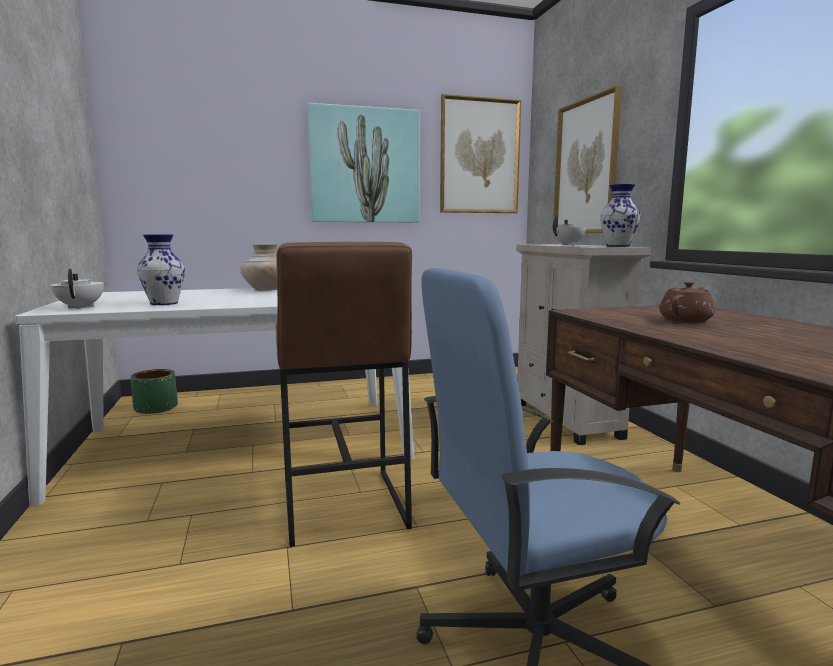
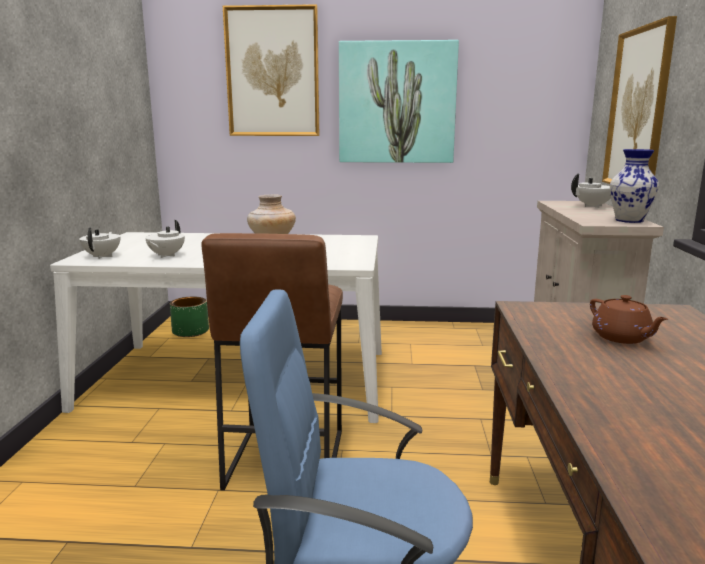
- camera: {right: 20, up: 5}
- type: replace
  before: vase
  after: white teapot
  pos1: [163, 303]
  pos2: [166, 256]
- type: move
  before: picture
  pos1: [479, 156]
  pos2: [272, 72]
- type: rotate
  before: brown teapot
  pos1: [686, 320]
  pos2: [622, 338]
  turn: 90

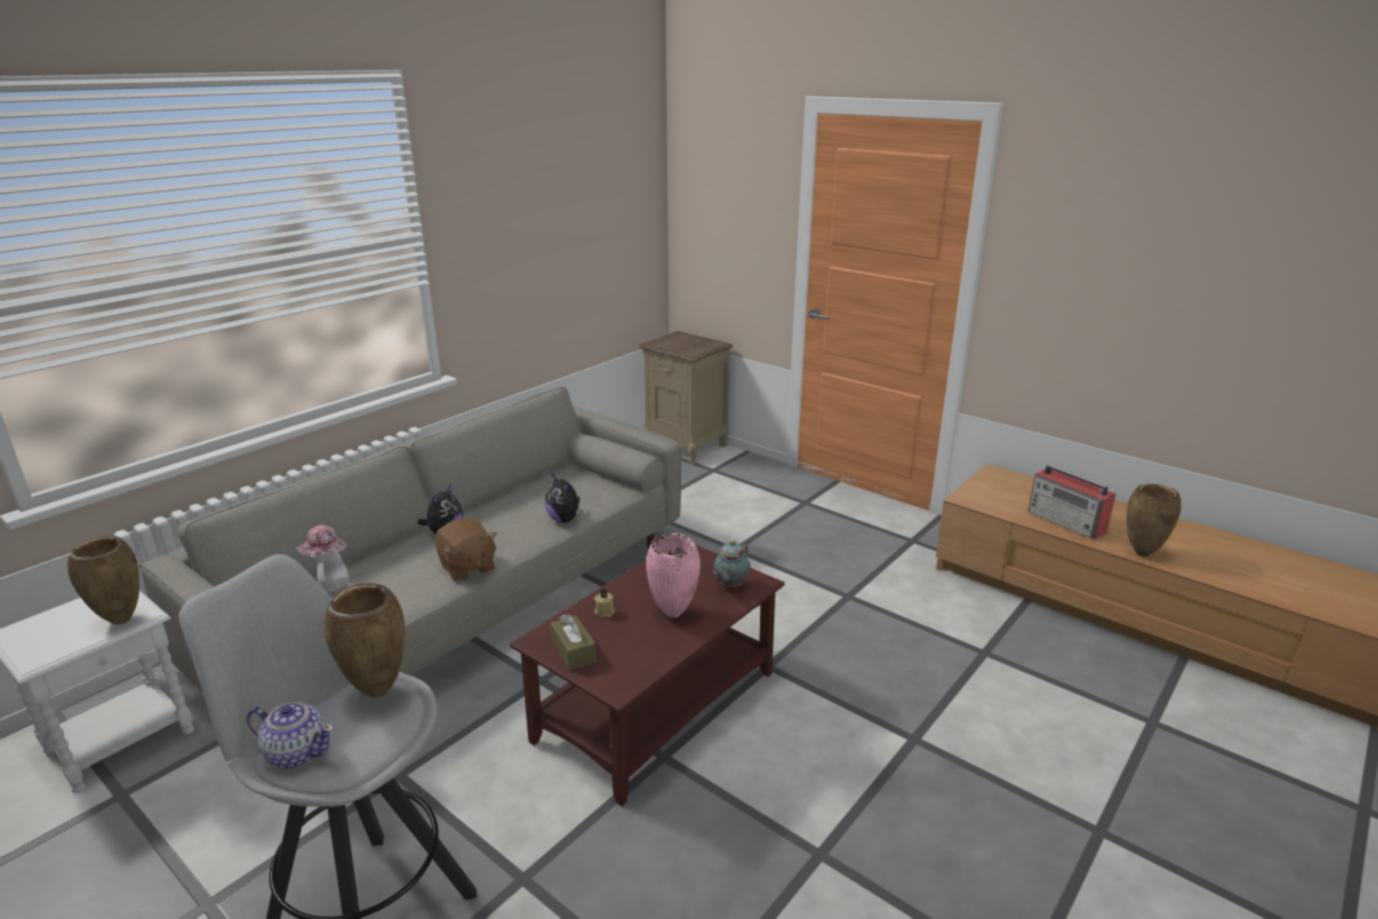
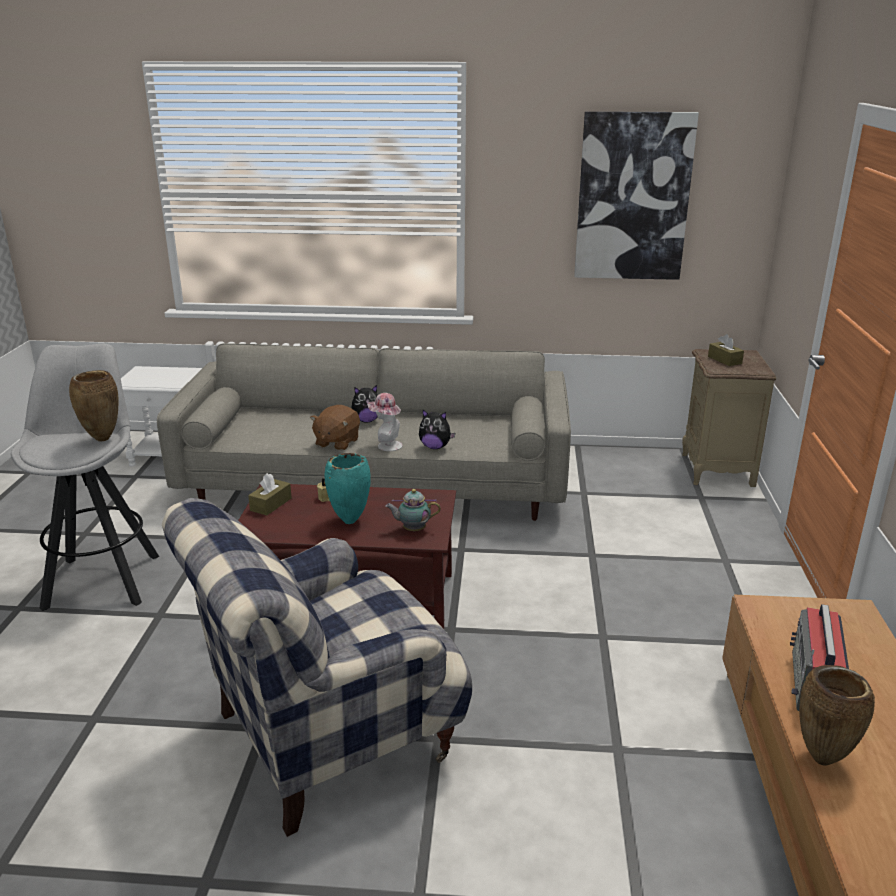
- camera: {right: 55, up: 0}
- type: delete
  before: brown vase
  pos1: [120, 621]
- type: delete
  before: teapot
  pos1: [297, 752]
- type: move
  before: hat
  pos1: [333, 593]
  pos2: [386, 445]
- type: rotate
  before: plush toy
  pos1: [565, 519]
  pos2: [435, 447]
  turn: -90
- type: recolor
  before: pink vase
  after: turquoise vase
  pos1: [674, 614]
  pos2: [350, 522]
- type: insert
  after: armchair
  pos2: [329, 737]
- type: insert
  after: picture
  pos2: [633, 197]
- type: insert
  after: brown tissue box
  pos2: [724, 360]

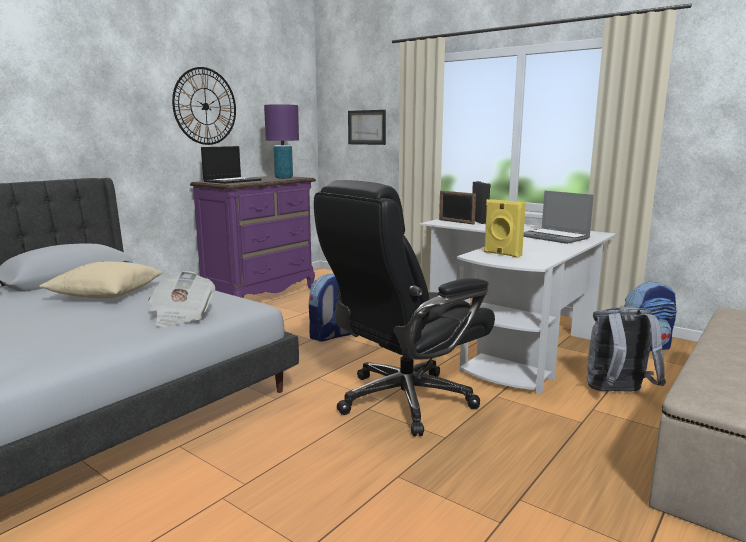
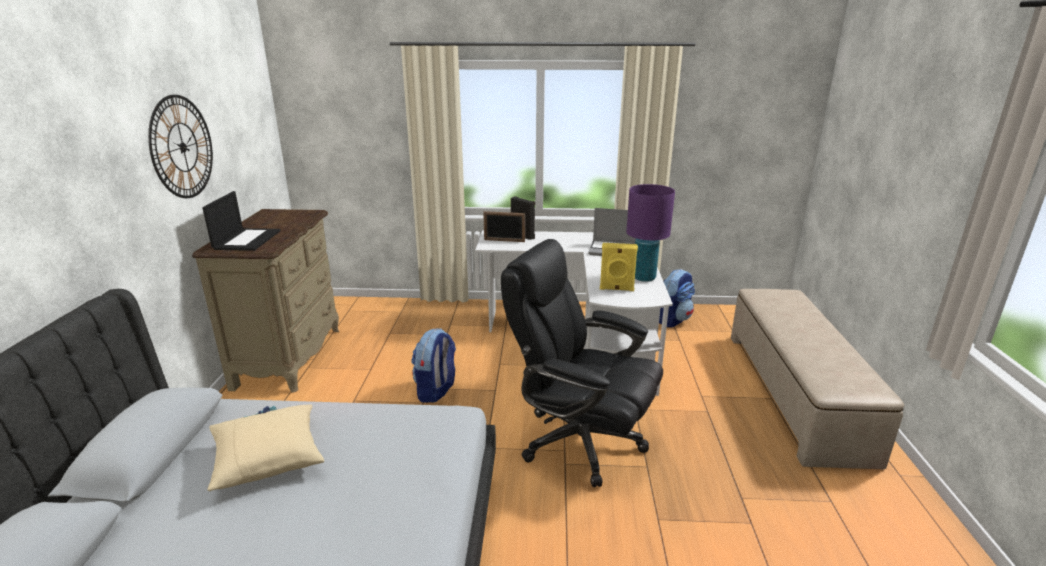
- camera: {right: -35, up: 10}
- type: delete
  before: newspaper
  pos1: [181, 316]
- type: recolor
  before: purple dresser
  after: beige dresser
  pos1: [262, 295]
  pos2: [291, 357]
- type: move
  before: purple table lamp
  pos1: [283, 178]
  pos2: [643, 278]
- type: rotate
  before: black office chair
  pos1: [405, 400]
  pos2: [581, 442]
  turn: 105
- type: delete
  before: picture
  pos1: [367, 127]
- type: delete
  before: grey backpack
  pos1: [617, 393]

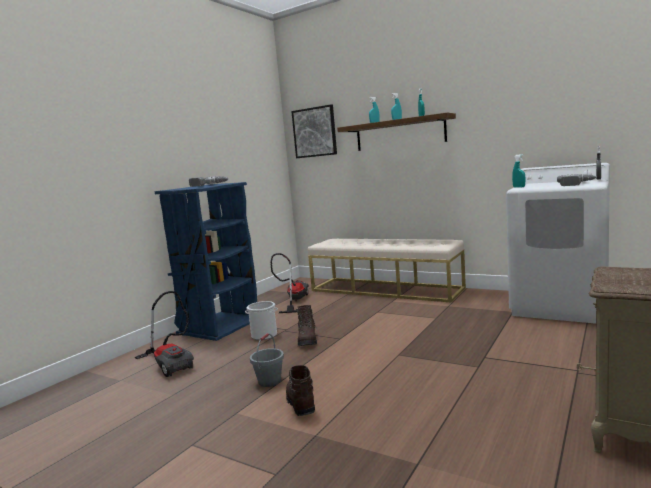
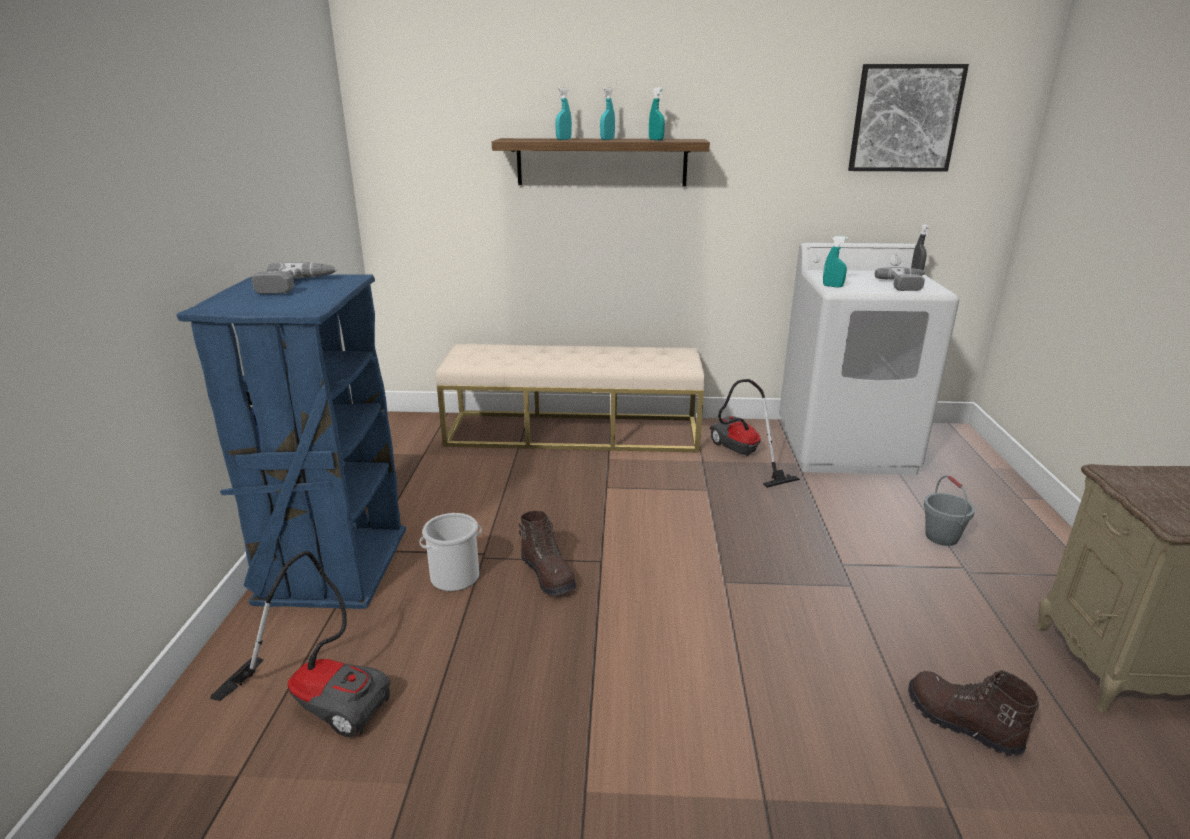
- camera: {right: -30, up: 15}
- type: move
  before: grey bucket
  pos1: [269, 381]
  pos2: [941, 537]
- type: move
  before: vacuum cleaner
  pos1: [293, 301]
  pos2: [741, 455]
- type: move
  before: brown boot
  pos1: [300, 403]
  pos2: [961, 723]
- type: move
  before: picture
  pos1: [314, 132]
  pos2: [905, 118]

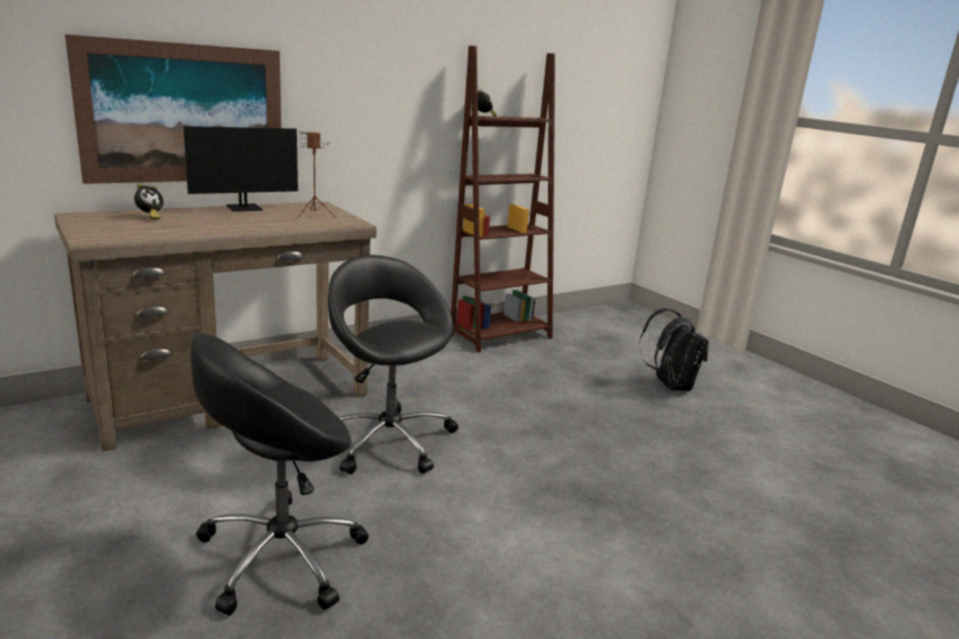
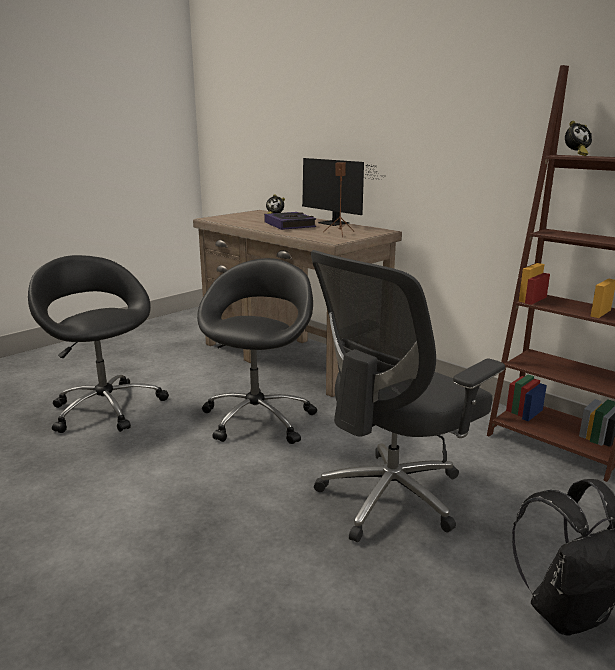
- camera: {right: 80, up: 0}
- type: delete
  before: picture
  pos1: [184, 114]
- type: insert
  after: book
  pos2: [290, 225]
- type: insert
  after: office chair
  pos2: [391, 495]

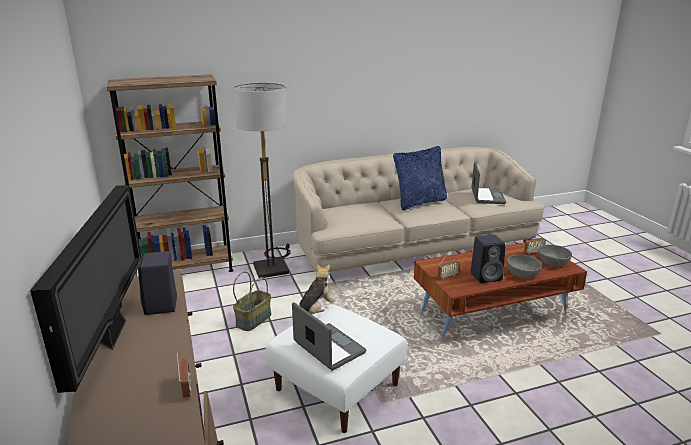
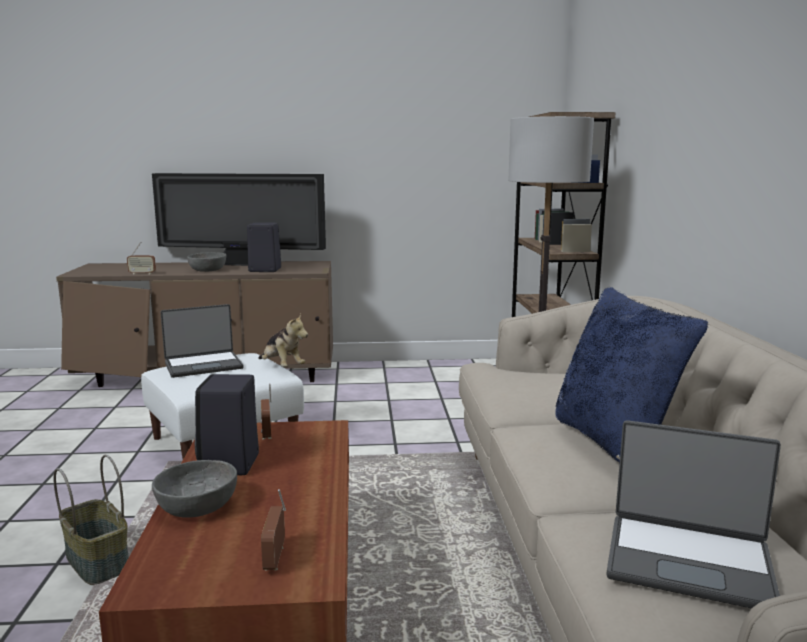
- camera: {right: 105, up: -10}
- type: move
  before: basket
  pos1: [253, 319]
  pos2: [99, 562]
- type: move
  before: grey bowl
  pos1: [553, 262]
  pos2: [208, 270]

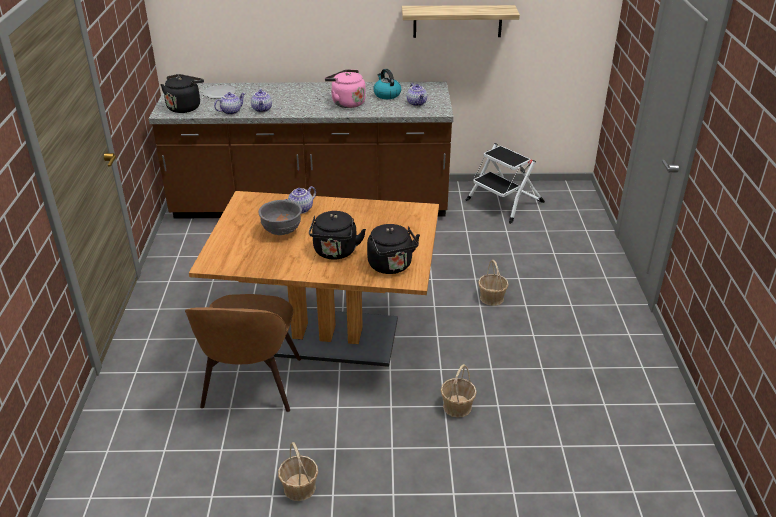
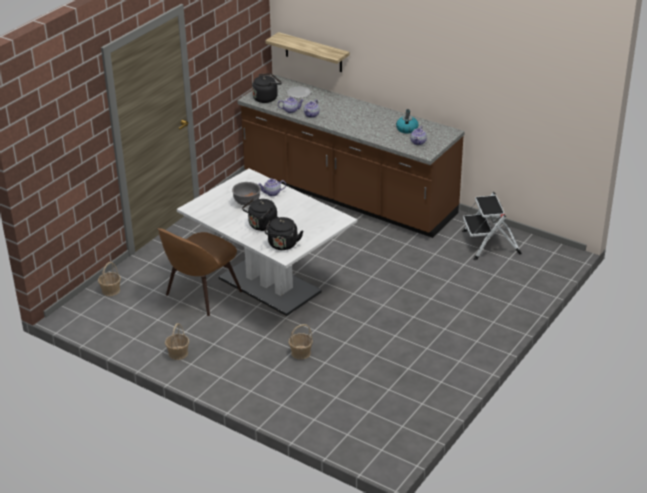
- camera: {right: 35, up: 0}
- type: recolor
  before: brown dining table
  after: white dining table
  pos1: [327, 336]
  pos2: [269, 285]
- type: delete
  before: pink kettle
  pos1: [346, 103]
- type: move
  before: shelf
  pos1: [457, 21]
  pos2: [313, 52]
- type: move
  before: basket
  pos1: [491, 298]
  pos2: [110, 290]

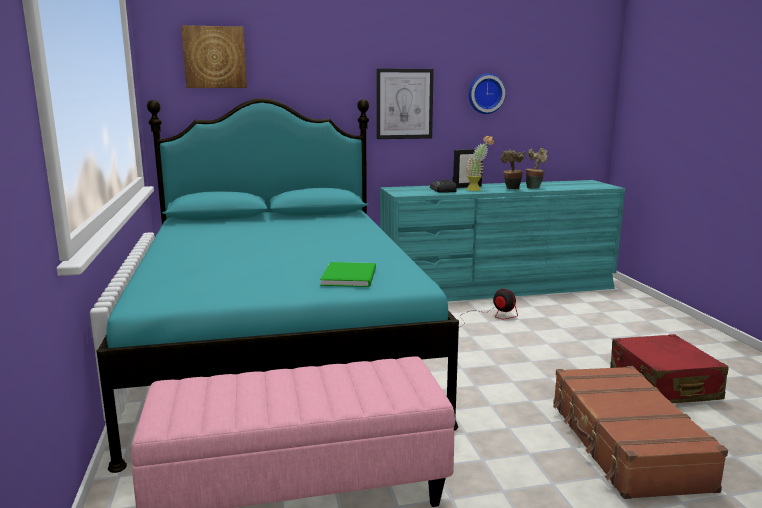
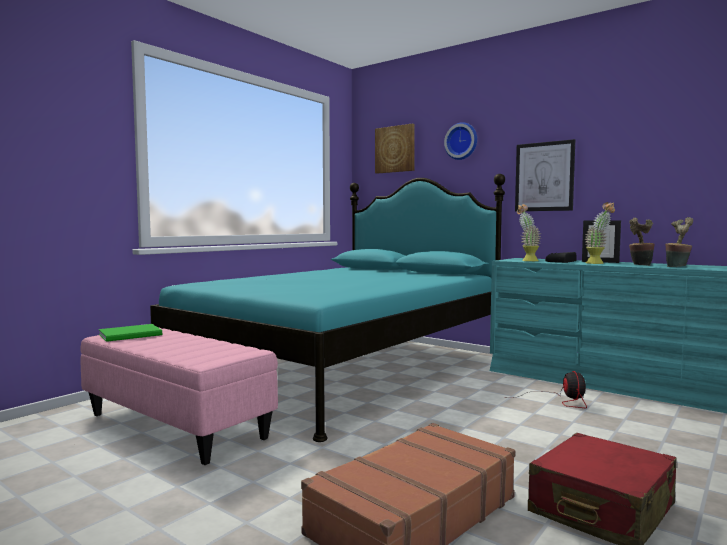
- camera: {right: 50, up: -10}
- type: move
  before: green book
  pos1: [351, 276]
  pos2: [132, 335]
- type: move
  before: wall clock
  pos1: [485, 93]
  pos2: [462, 141]
- type: insert
  after: potted plant
  pos2: [527, 260]

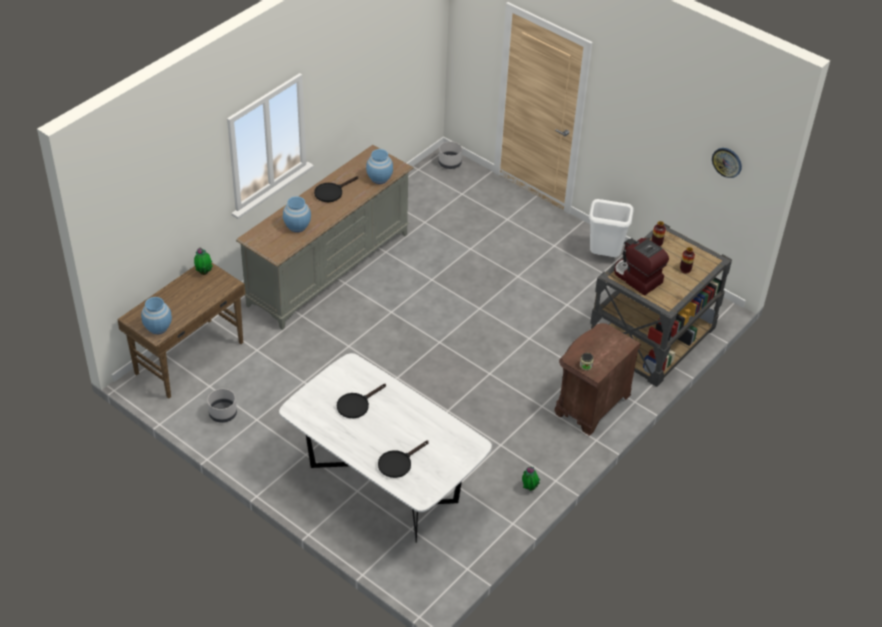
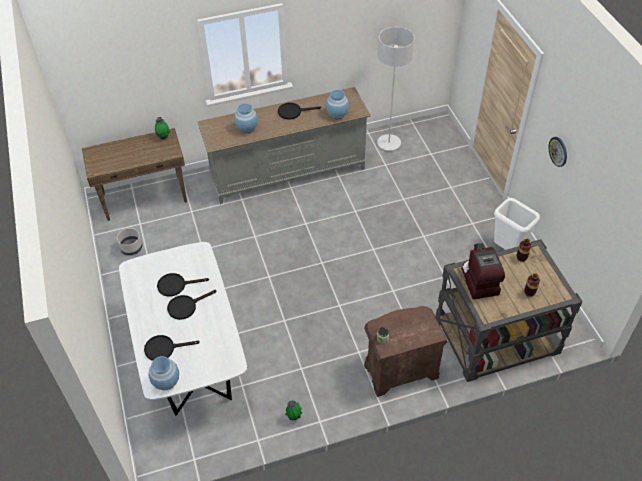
- camera: {right: 35, up: 5}
- type: move
  before: blue vase
  pos1: [158, 327]
  pos2: [166, 382]
- type: delete
  before: grey planter
  pos1: [450, 163]
- type: move
  before: wall clock
  pos1: [727, 162]
  pos2: [558, 151]
- type: insert
  after: black frying pan
  pos2: [186, 306]
- type: insert
  after: grey floor lamp
  pos2: [388, 143]

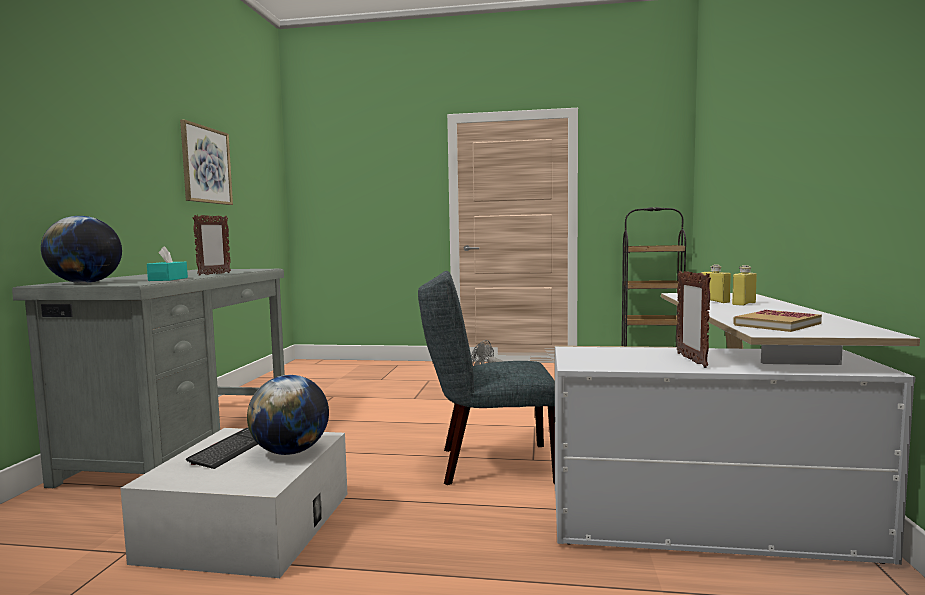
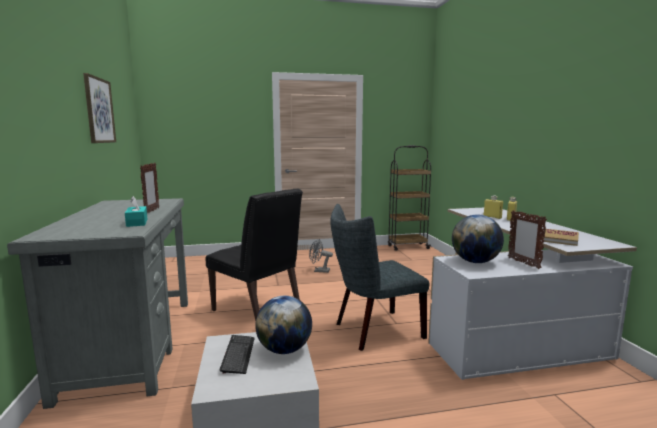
- camera: {right: -20, up: 5}
- type: move
  before: globe
  pos1: [86, 283]
  pos2: [475, 262]
- type: insert
  after: black chair
  pos2: [256, 311]

